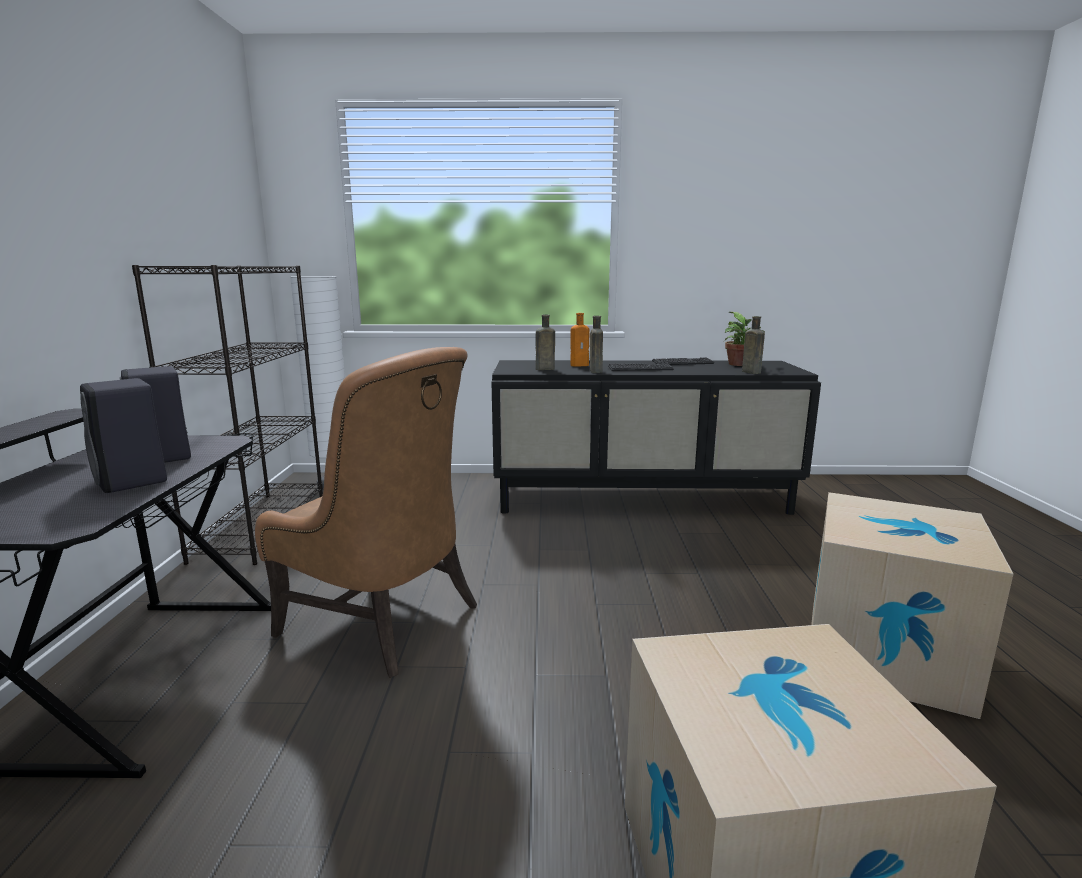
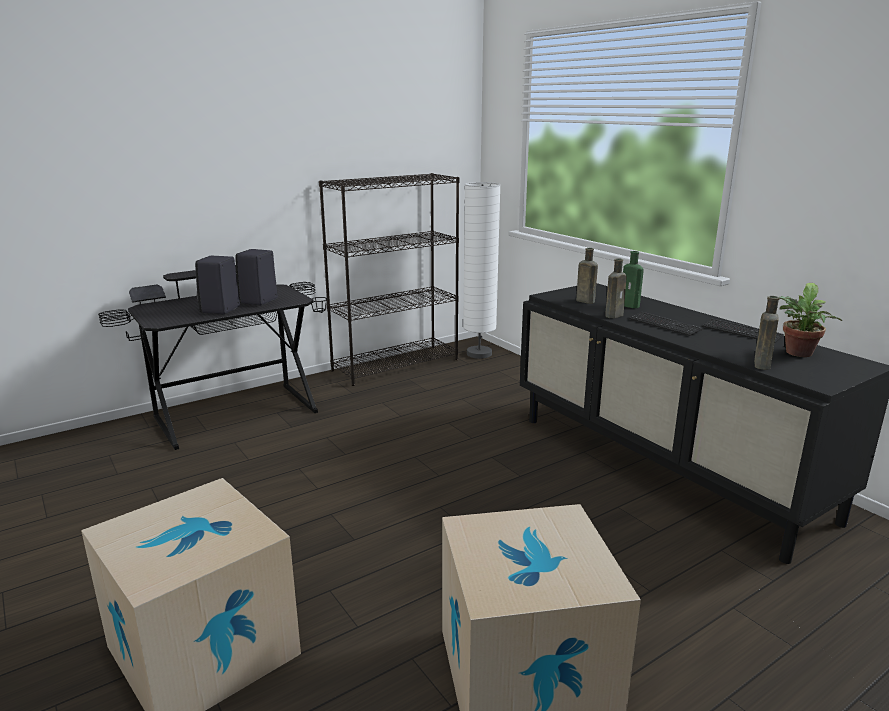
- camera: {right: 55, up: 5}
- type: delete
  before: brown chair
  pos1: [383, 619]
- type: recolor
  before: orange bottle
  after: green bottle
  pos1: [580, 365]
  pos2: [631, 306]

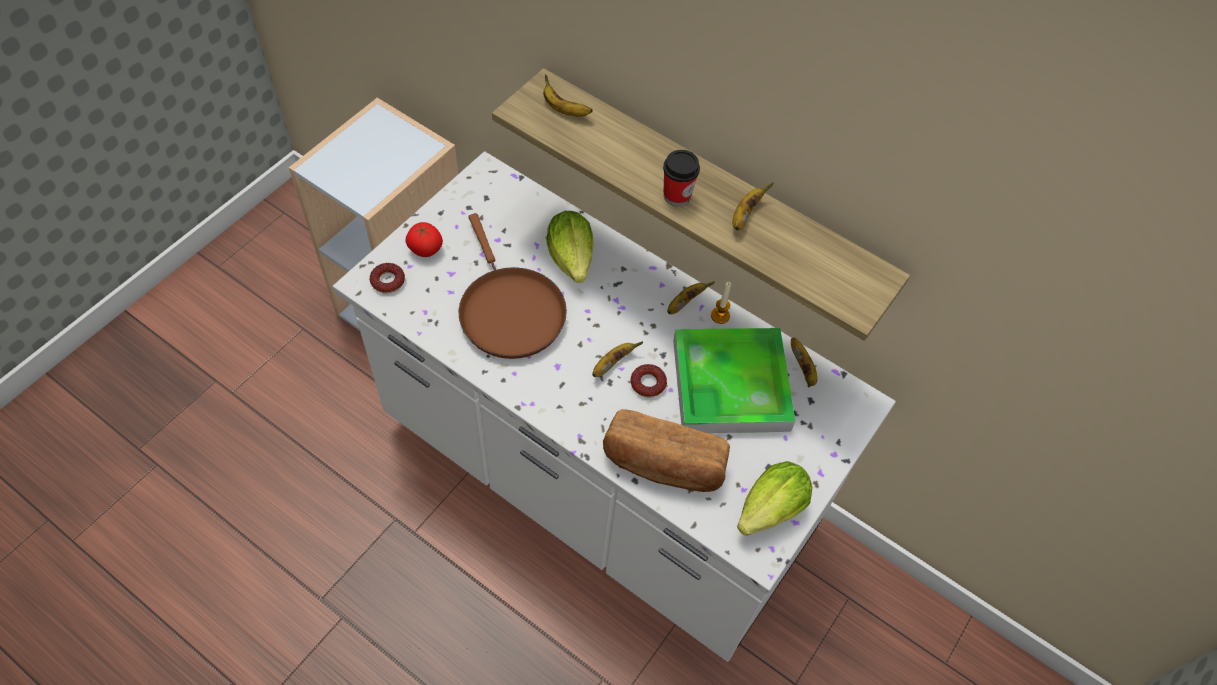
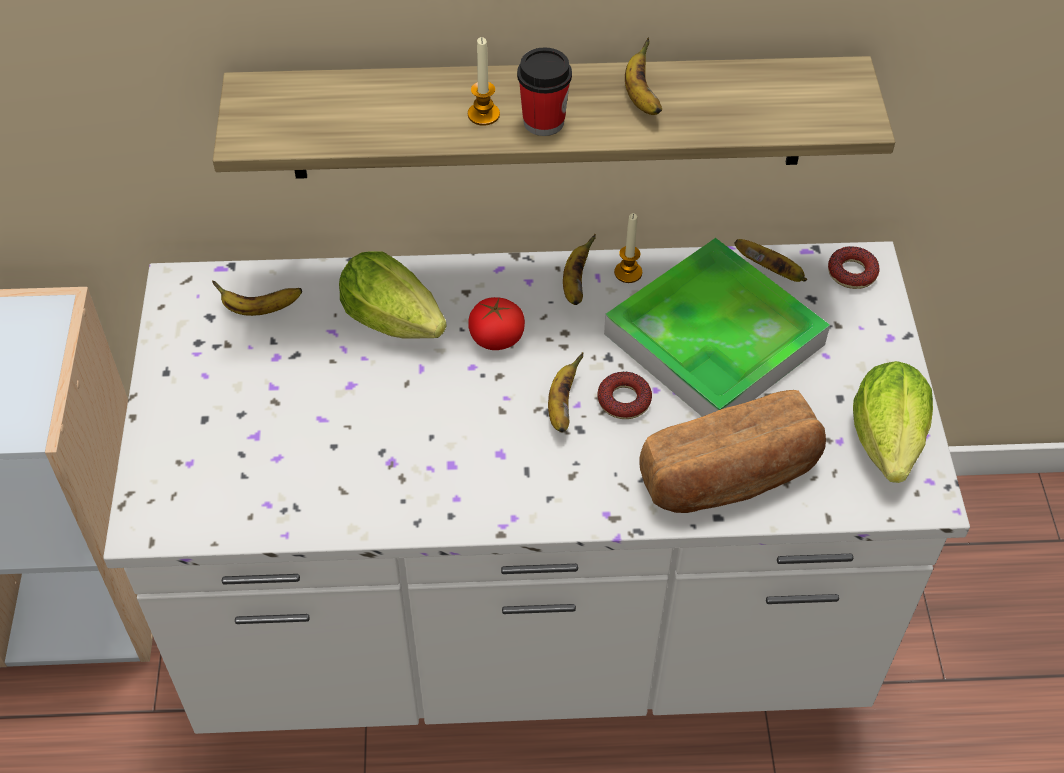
- camera: {right: -35, up: -5}
- type: move
  before: donut
  pos1: [387, 281]
  pos2: [852, 273]
- type: move
  before: tomato
  pos1: [425, 249]
  pos2: [496, 338]
- type: delete
  before: brown frying pan
  pos1: [509, 311]
- type: move
  before: banana
  pos1: [564, 109]
  pos2: [260, 309]
- type: insert
  after: candle
  pos2: [483, 114]

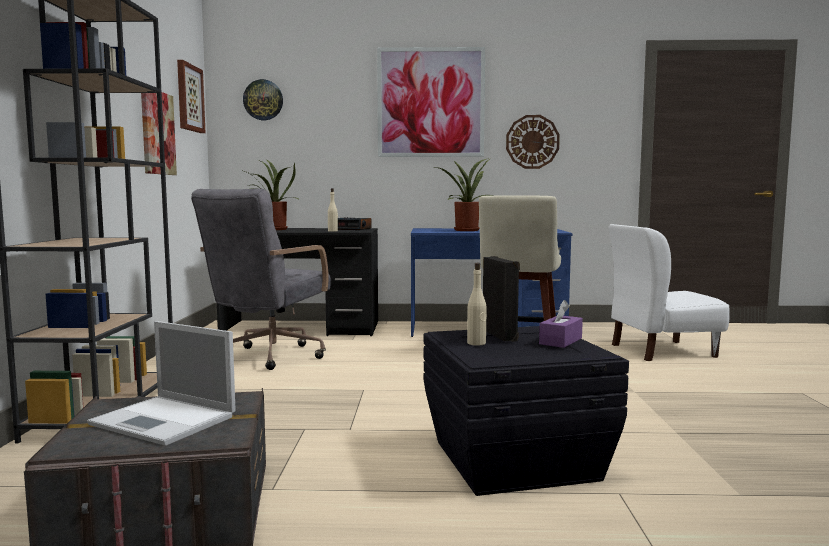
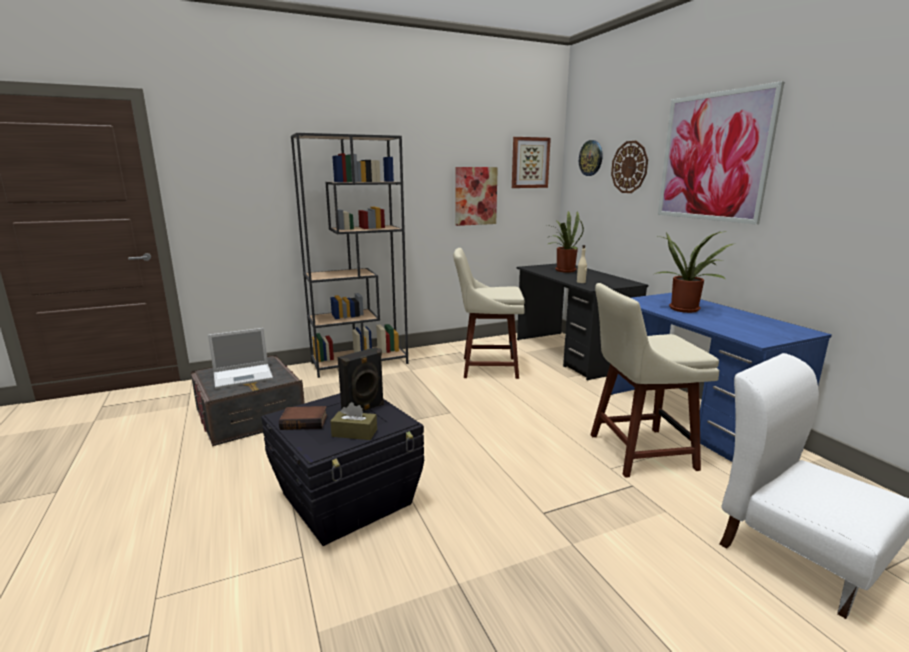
- camera: {right: 65, up: 10}
- type: rotate
  before: laptop
  pos1: [165, 421]
  pos2: [244, 376]
  turn: -120
- type: replace
  before: grey office chair
  after: beige stool
  pos1: [269, 358]
  pos2: [486, 367]
- type: delete
  before: alarm clock
  pos1: [351, 229]
- type: delete
  before: beige bottle
  pos1: [476, 343]
- type: move
  before: wall clock
  pos1: [532, 142]
  pos2: [629, 167]
- type: recolor
  before: purple tissue box
  after: brown tissue box
  pos1: [560, 341]
  pos2: [354, 433]
- type: insert
  after: book
  pos2: [305, 421]

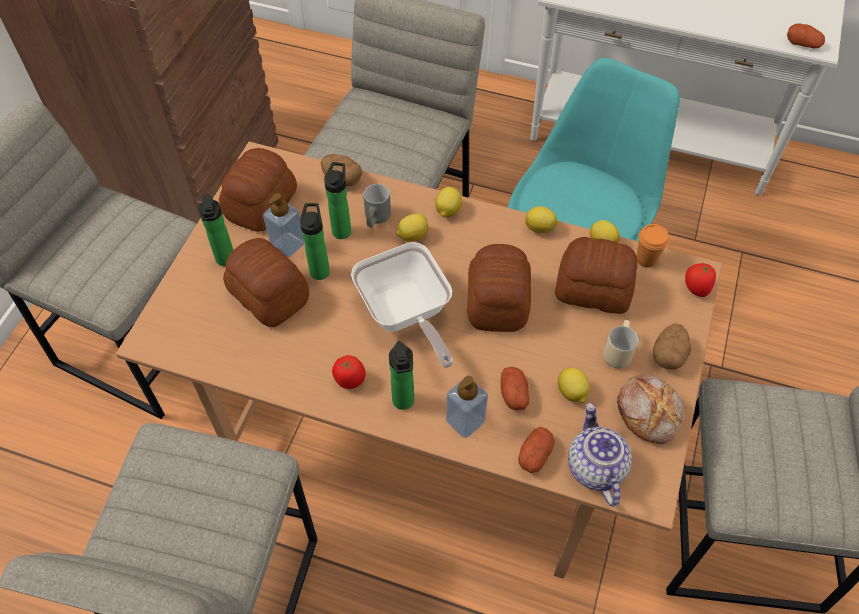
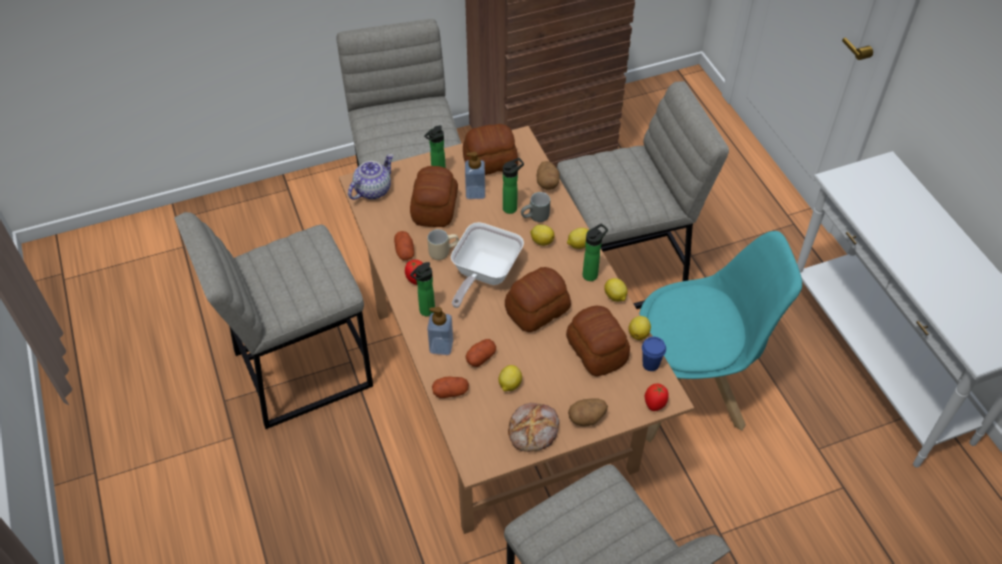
- camera: {right: 50, up: -5}
- type: move
  before: bottle
  pos1: [320, 269]
  pos2: [592, 274]
- type: move
  before: teapot
  pos1: [594, 467]
  pos2: [373, 190]
- type: move
  before: beige mug
  pos1: [616, 351]
  pos2: [443, 251]
- type: recolor
  before: orange cup
  after: blue cup
  pos1: [646, 259]
  pos2: [650, 364]
- type: move
  before: potato
  pos1: [802, 44]
  pos2: [404, 251]

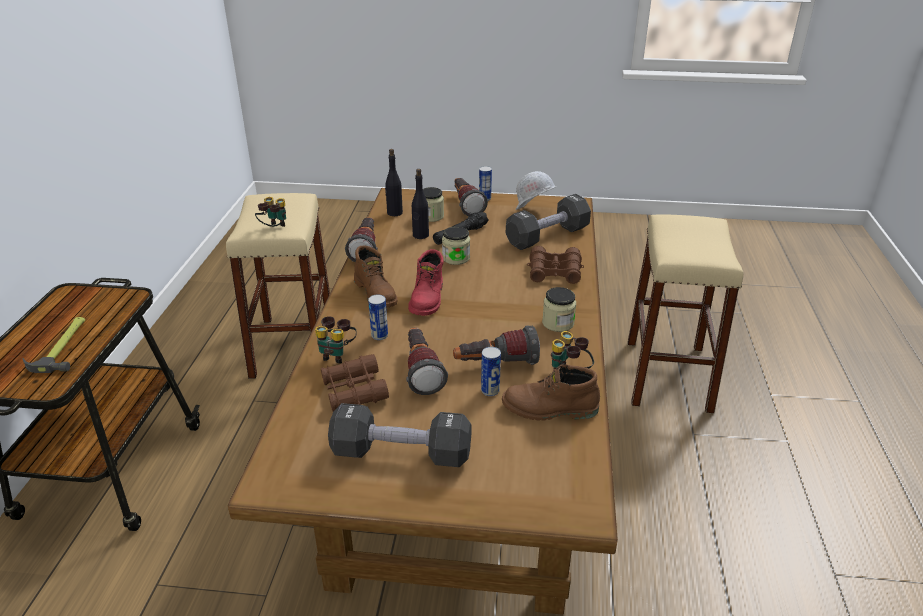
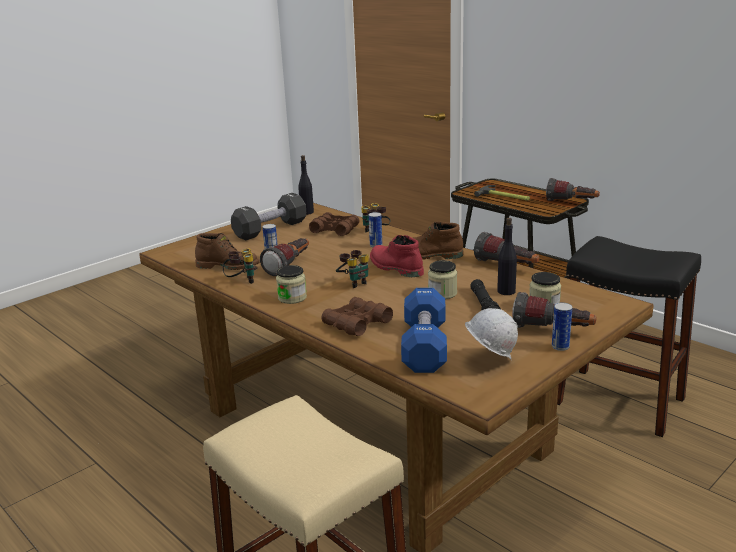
- camera: {right: 130, up: -10}
- type: recolor
  before: beige stool
  after: black stool
  pos1: [293, 346]
  pos2: [619, 401]
- type: move
  before: binoculars
  pos1: [274, 229]
  pos2: [354, 283]
- type: move
  before: black bottle
  pos1: [394, 213]
  pos2: [307, 212]
- type: move
  before: flashlight
  pos1: [421, 371]
  pos2: [571, 203]
- type: rotate
  before: brown boot
  pos1: [549, 410]
  pos2: [228, 266]
  turn: 60
- type: recolor
  before: black dumbbell
  after: blue dumbbell
  pos1: [547, 236]
  pos2: [424, 346]

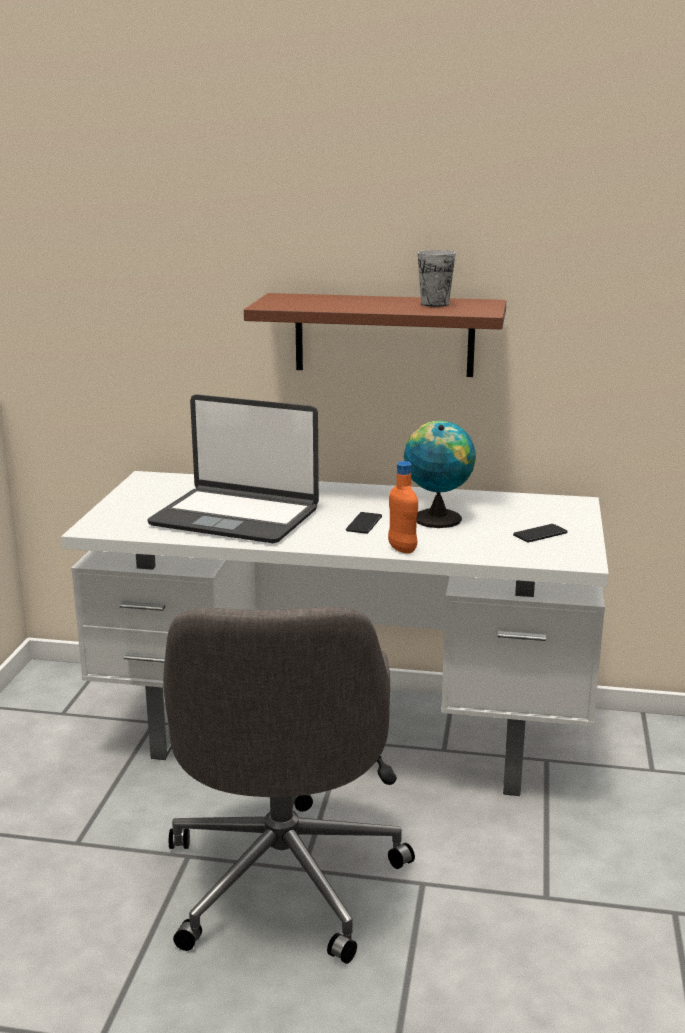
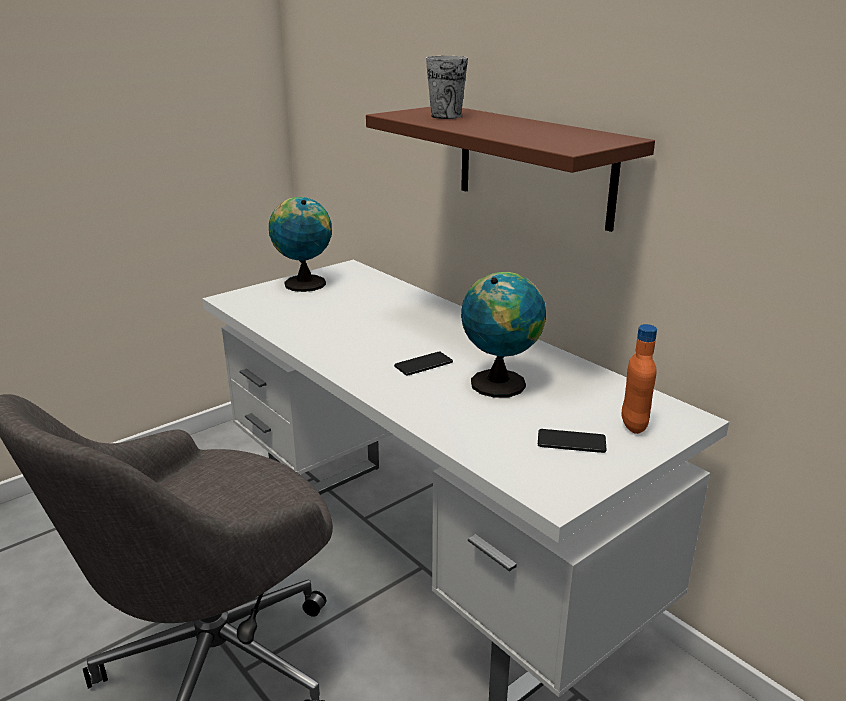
- camera: {right: 40, up: 5}
- type: delete
  before: laptop
  pos1: [236, 517]
- type: move
  before: orange bottle
  pos1: [402, 549]
  pos2: [633, 425]
- type: move
  before: cup
  pos1: [435, 304]
  pos2: [446, 116]
- type: insert
  after: globe
  pos2: [303, 283]

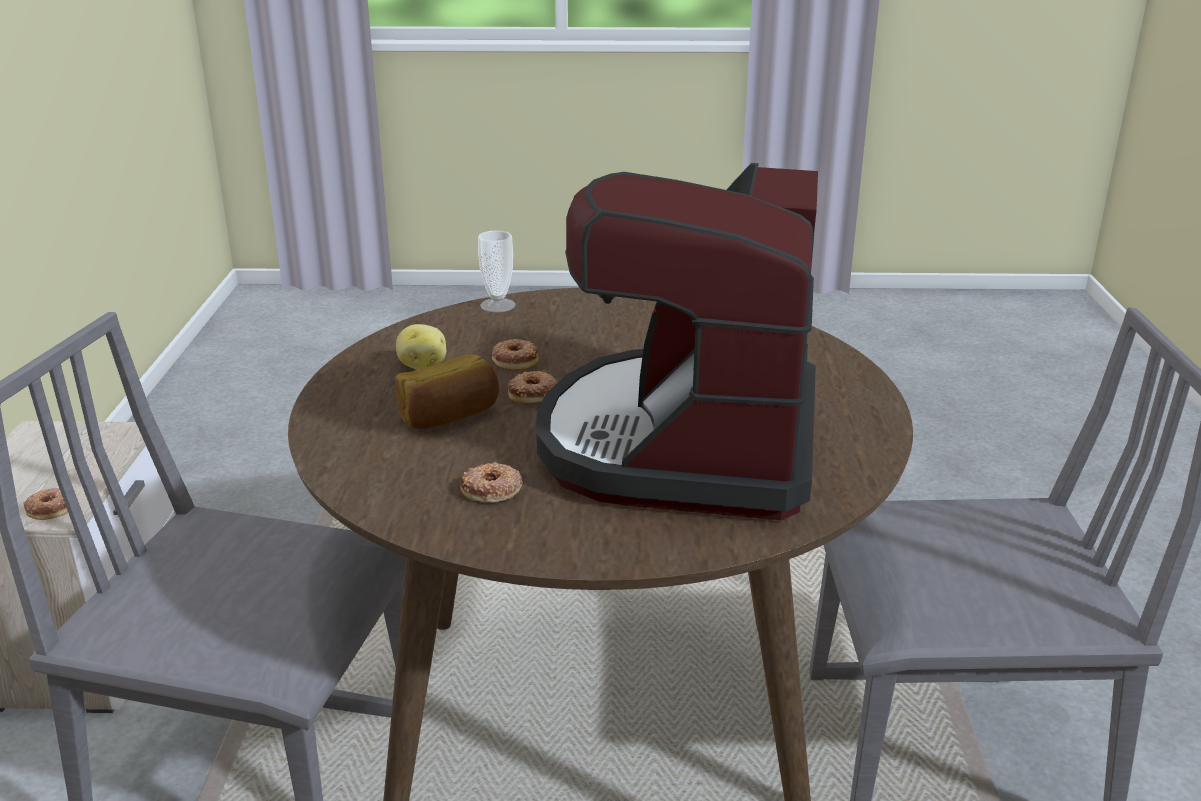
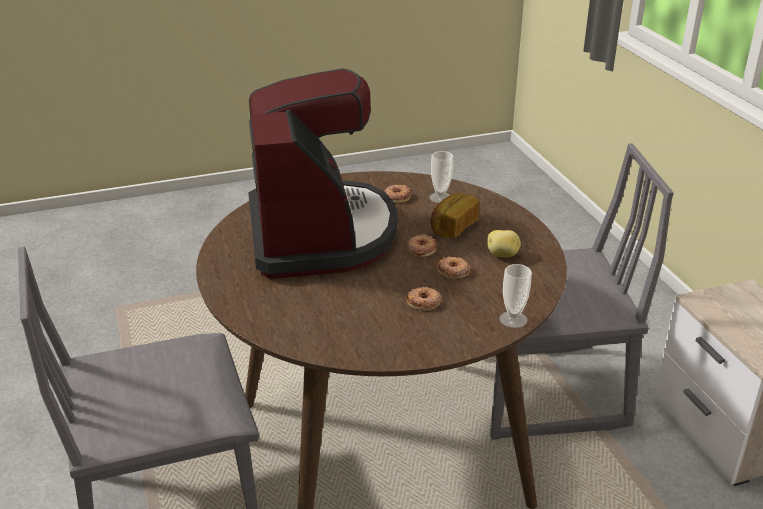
- camera: {right: 160, up: 5}
- type: move
  before: donut
  pos1: [50, 508]
  pos2: [424, 302]
- type: insert
  after: cup
  pos2: [440, 198]

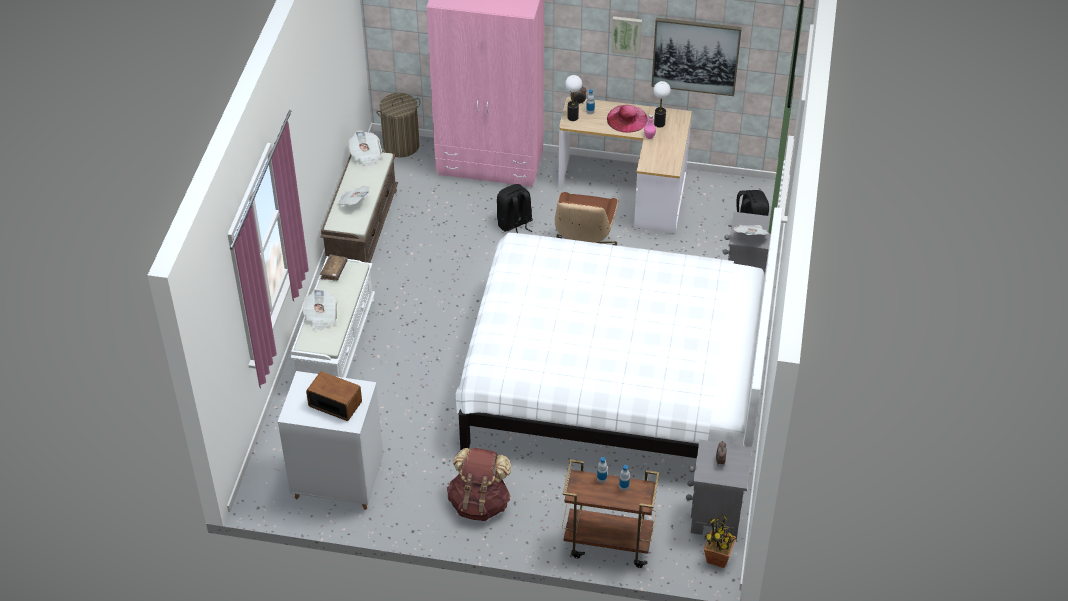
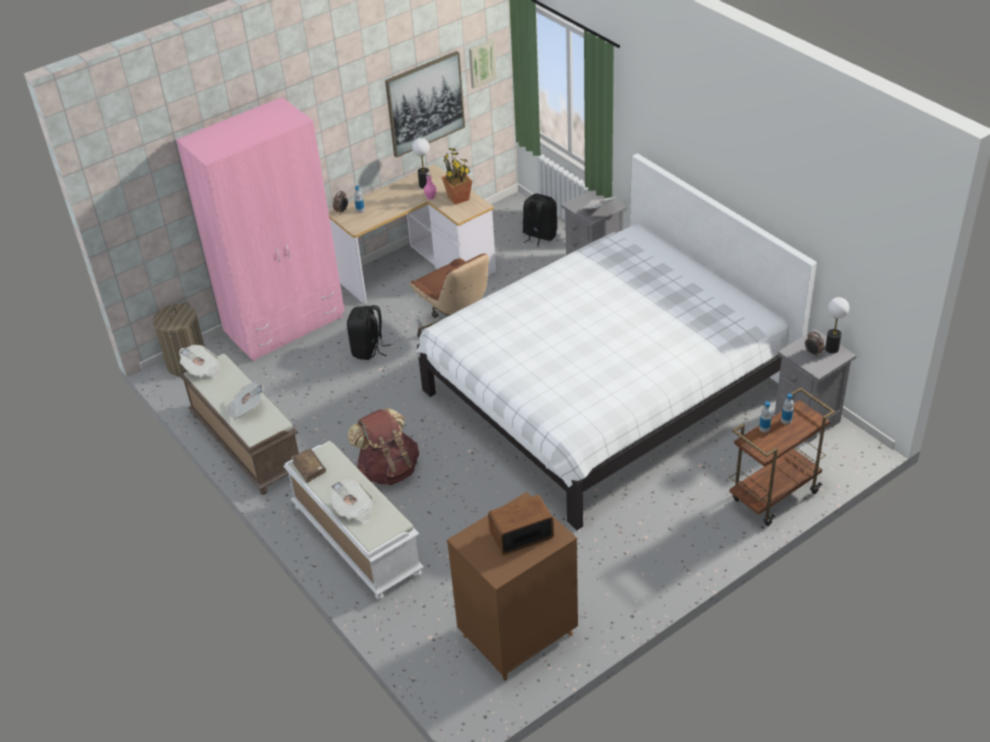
- camera: {right: -45, up: -5}
- type: recolor
  before: white dresser
  after: brown dresser
  pos1: [337, 480]
  pos2: [516, 635]
- type: move
  before: brown backpack
  pos1: [479, 503]
  pos2: [388, 470]
- type: move
  before: table lamp
  pos1: [573, 117]
  pos2: [832, 348]
- type: delete
  before: pink hat
  pos1: [627, 119]
- type: move
  before: picture
  pos1: [626, 35]
  pos2: [481, 63]
- type: move
  before: potted plant
  pos1: [718, 558]
  pos2: [458, 198]

